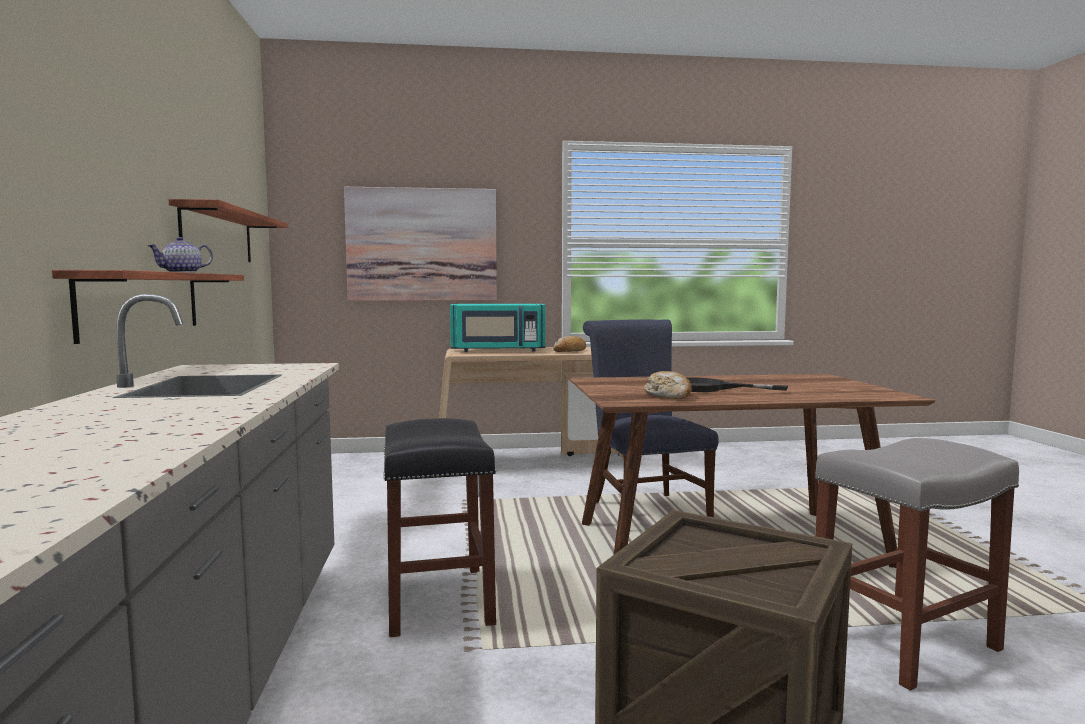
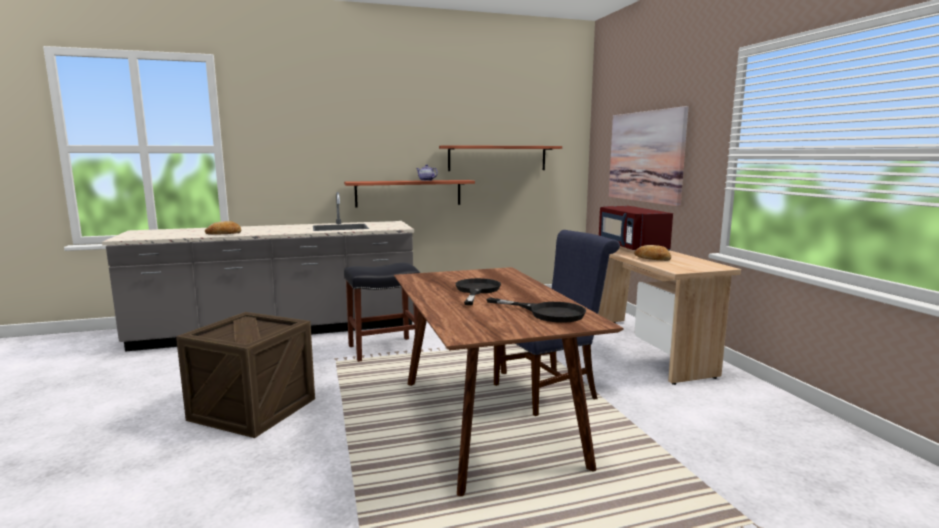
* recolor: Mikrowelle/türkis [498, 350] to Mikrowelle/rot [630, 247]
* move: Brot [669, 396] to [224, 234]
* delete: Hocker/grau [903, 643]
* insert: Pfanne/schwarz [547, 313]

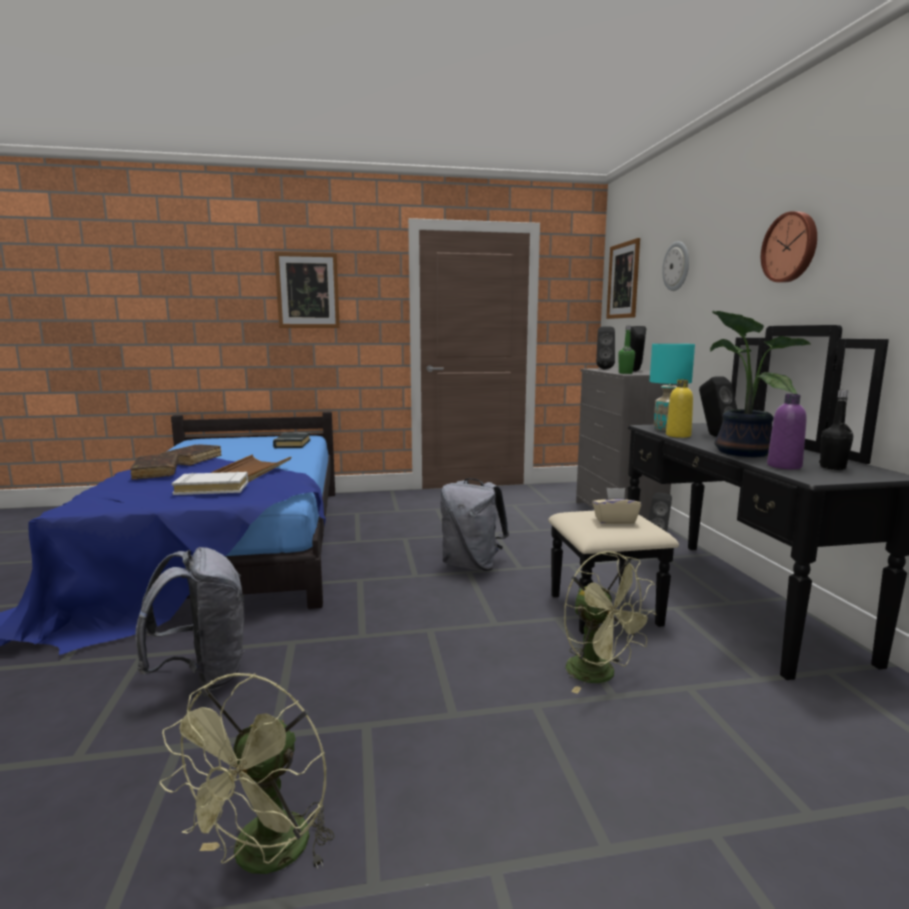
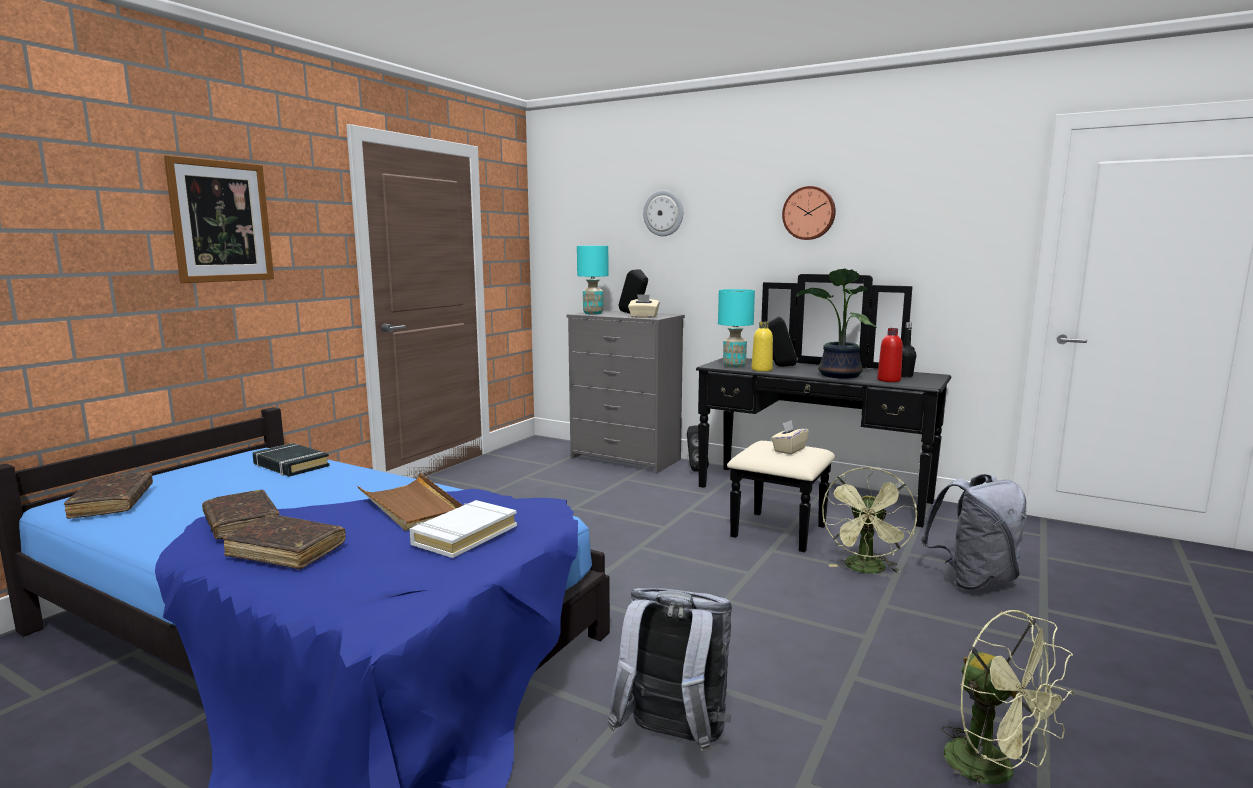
* move: Rucksack/grau [472, 565] to [973, 581]
* rotate: Ventilator/grün [600, 675] = [866, 570] 105 degrees clockwise
* replace: Lautsprecher/schwarz [604, 369] to Tischlampe/türkis [593, 313]
* delete: Bild [623, 280]
* replace: Flasche/grün [625, 373] to Taschentuchbox/beige [643, 317]
* recolor: Flasche/lila [784, 466] to Flasche/rot [889, 380]
* insert: Buch/braun [112, 503]

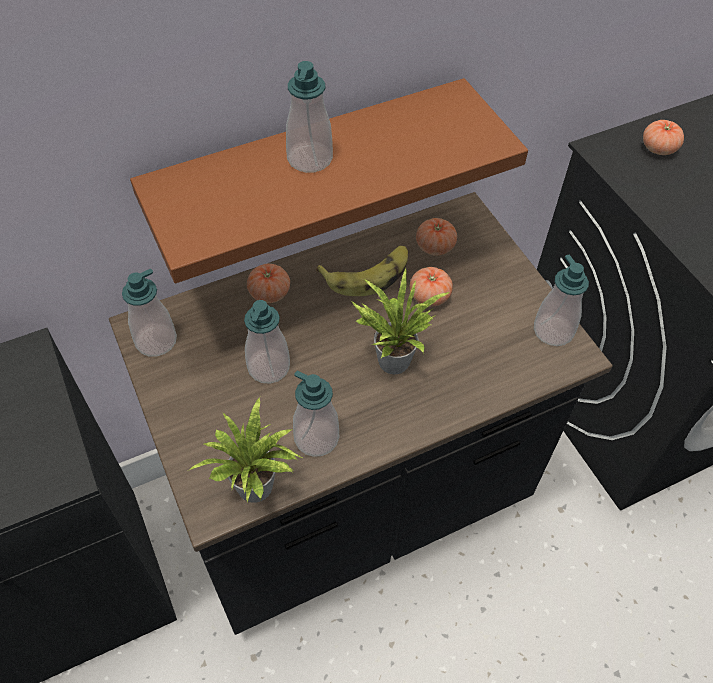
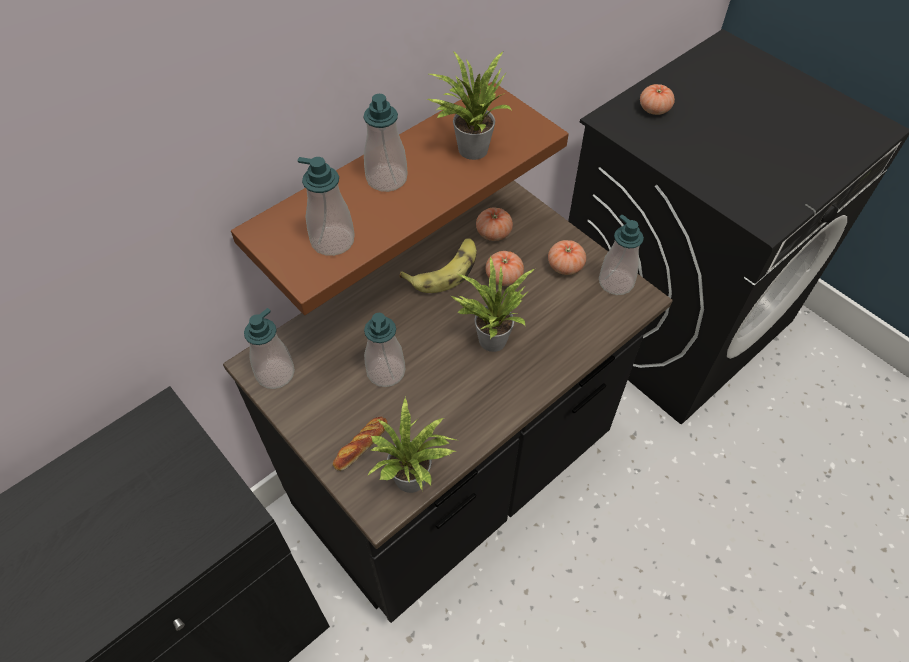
* move: Tomate [269, 293] to [565, 266]
* move: Seifenspender [316, 437] to [332, 241]
* insert: Brot [361, 445]
* insert: Topfpflanze [469, 148]

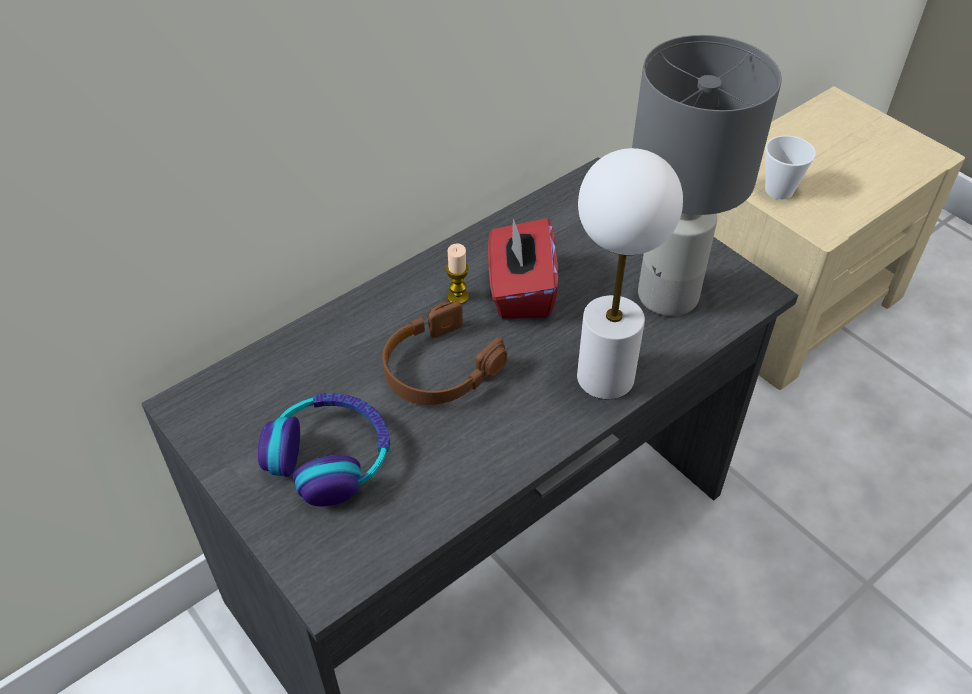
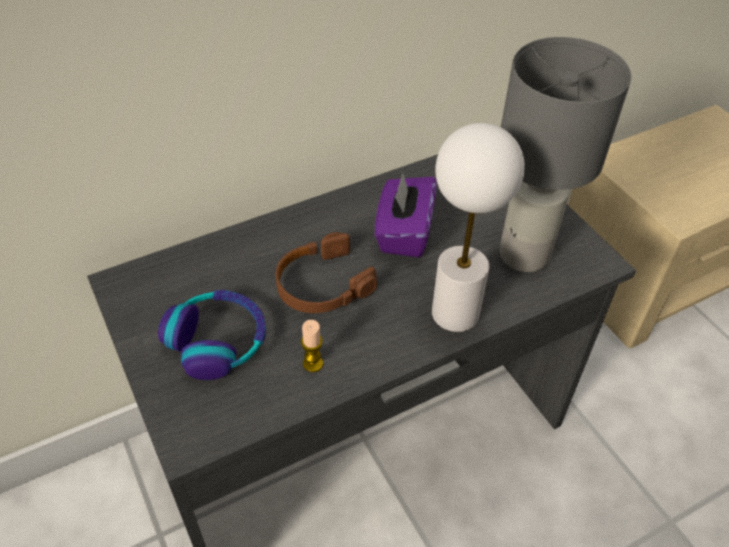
* move: Kerze [458, 297] to [313, 363]
* recolor: Taschentuchbox/rot [520, 291] to Taschentuchbox/lila [403, 233]
* delete: Tasse [779, 190]

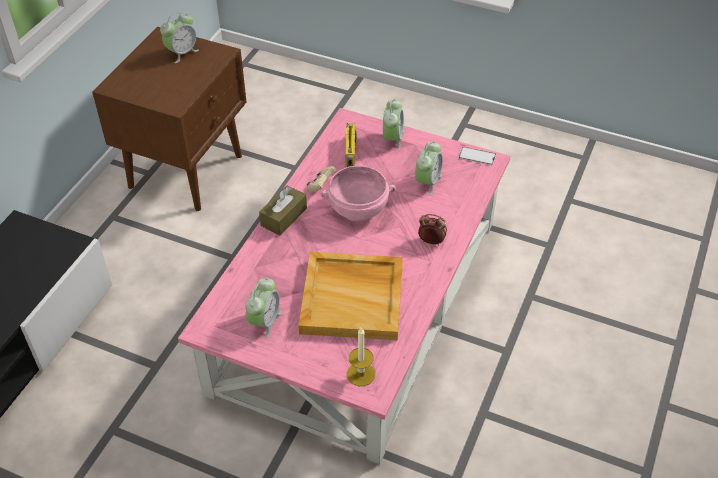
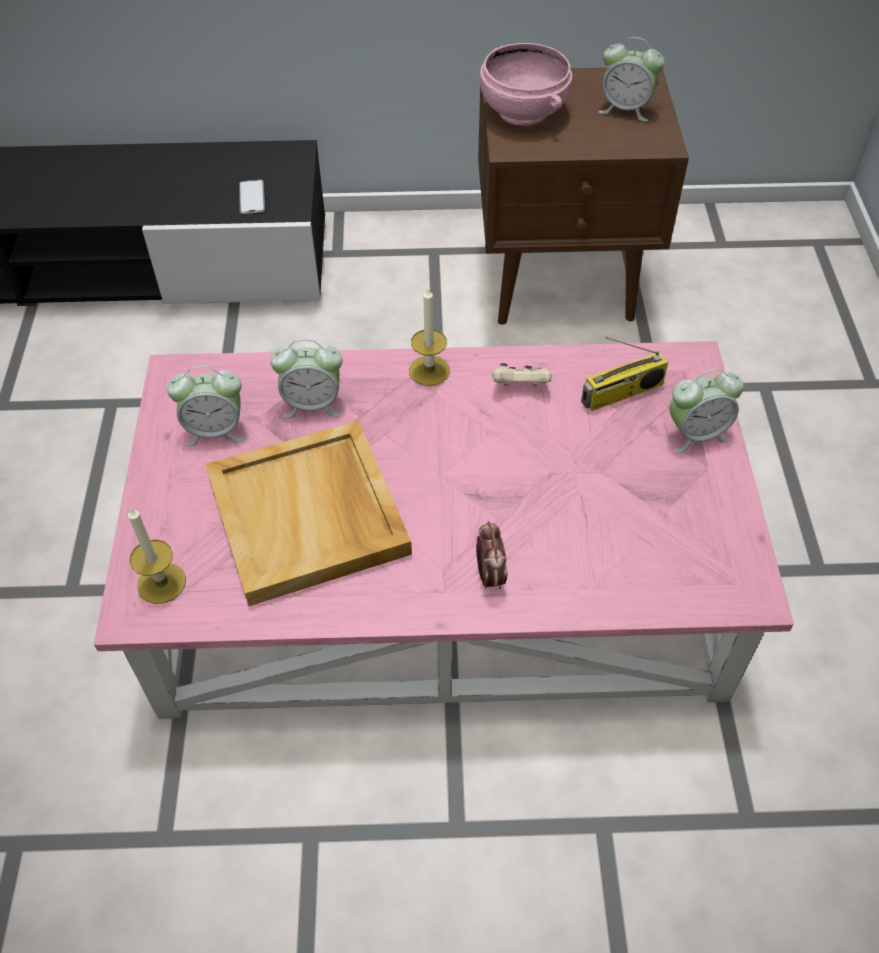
* replace: Taschentuchbox/braun [284, 217] to Kerze [429, 370]
* move: Schüssel/rosa [358, 210] to [522, 112]
* move: Wecker [427, 182] to [312, 404]
* move: Handy [477, 156] to [252, 197]

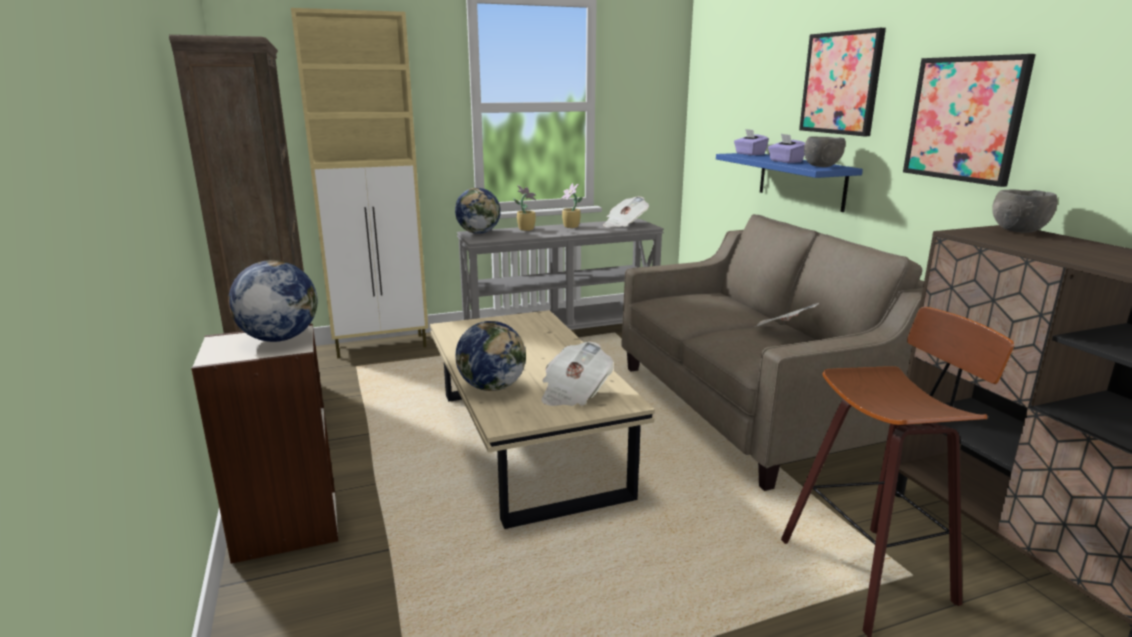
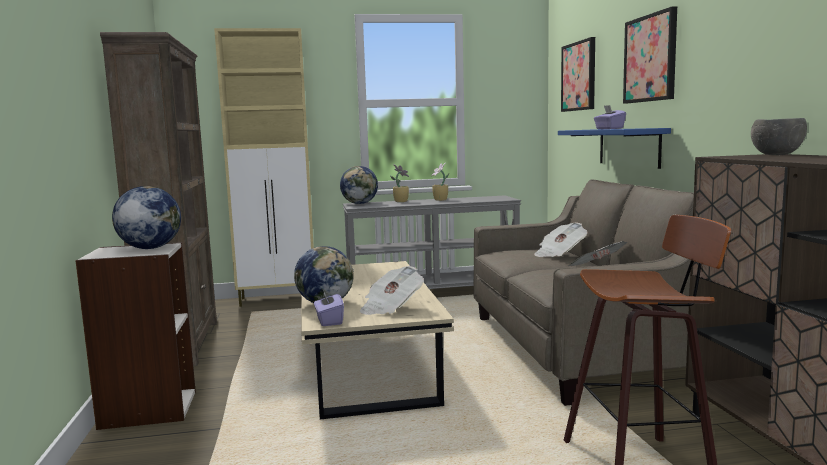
* move: Zeitung [624, 224] to [559, 254]
* move: Taschentuchbox/lila [749, 154] to [329, 321]
* delete: Schüssel/grau [821, 166]
* move: Bild [965, 119] to [579, 76]

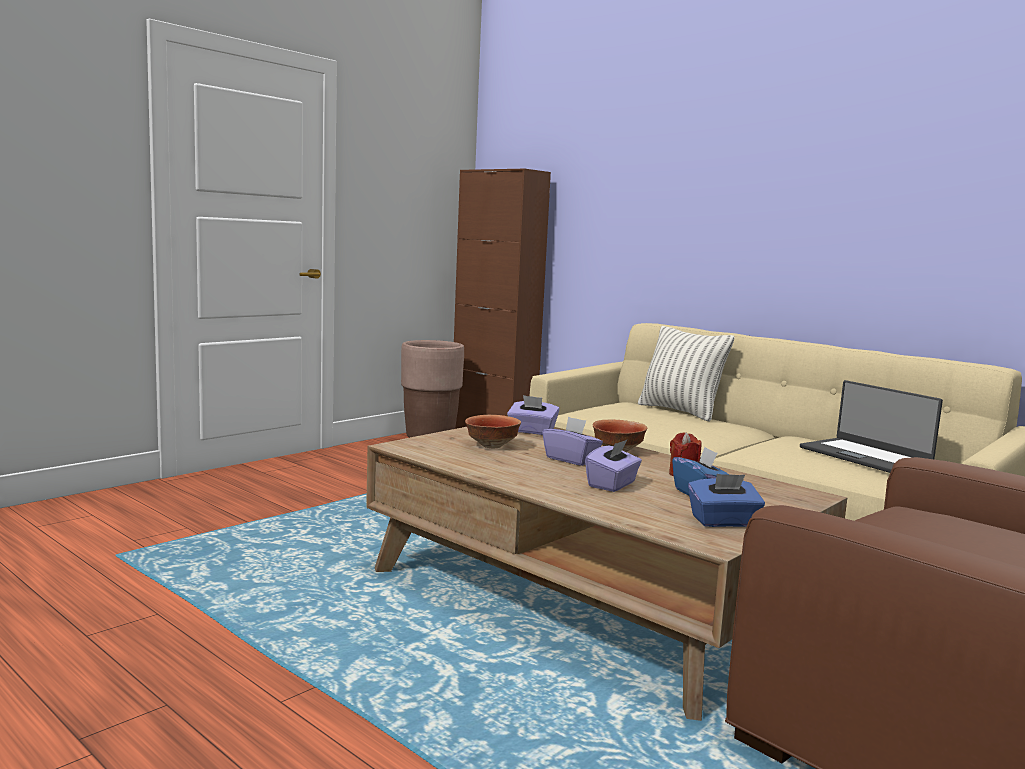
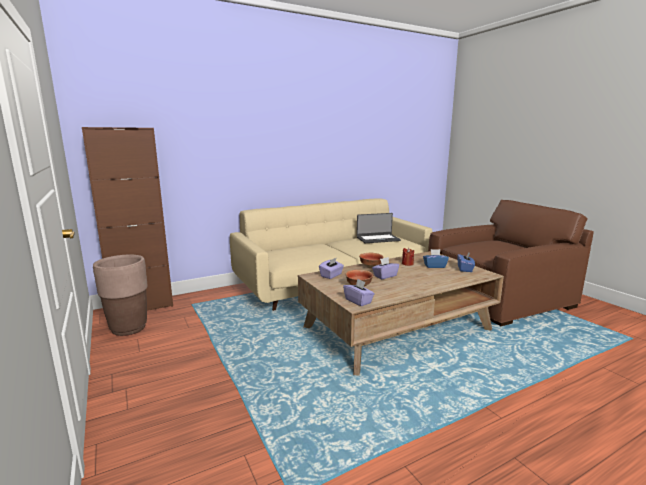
* move: Taschentuchbox/lila [612, 484] to [358, 301]
* delete: Kissen [680, 411]

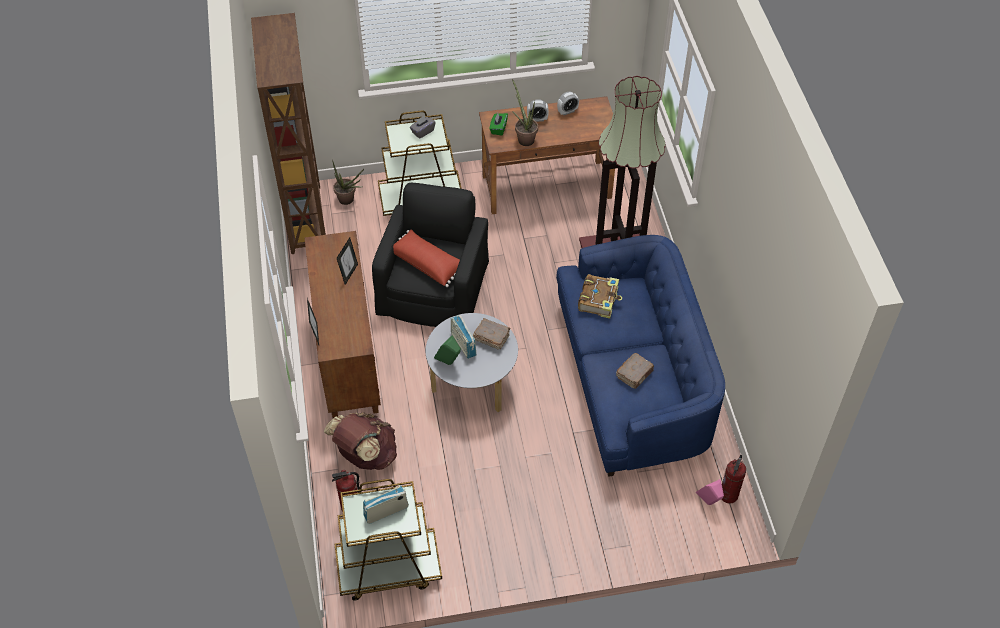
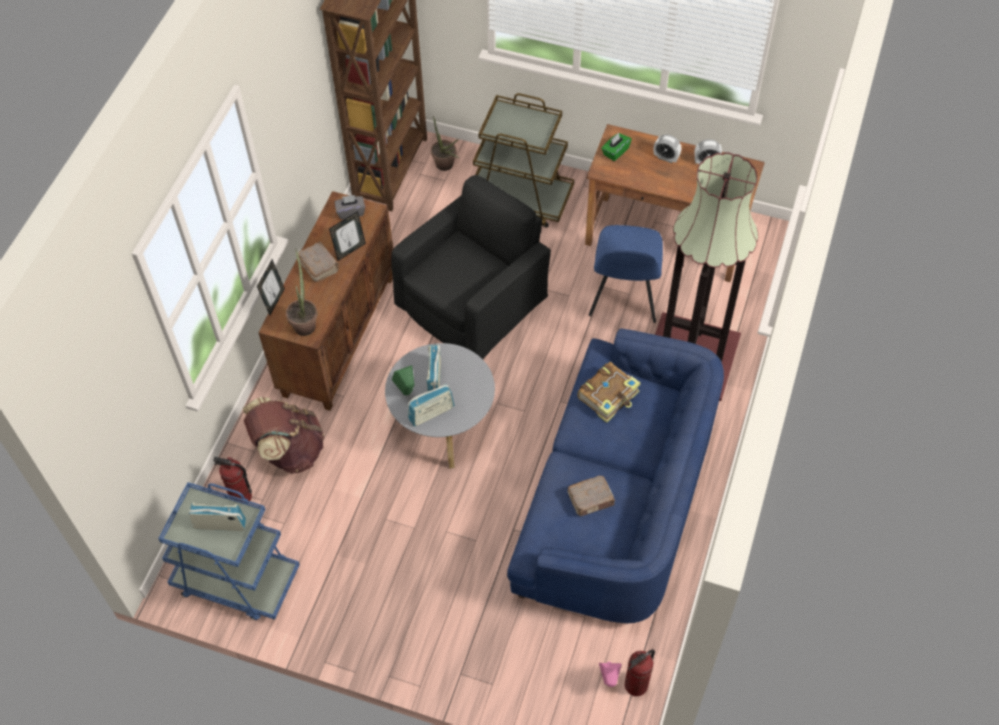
* recolor: Rollwagen/braun [388, 568] to Rollwagen/blau [236, 580]
* delete: Kissen/rot [428, 263]
* move: Taschentuchbox/grau [422, 132] to [351, 212]
* move: Buch/braun [491, 337] to [319, 266]
* move: Topfpflanze [524, 138] to [305, 322]
* insert: Radio [431, 413]
* insert: Stuhl/blau [624, 297]

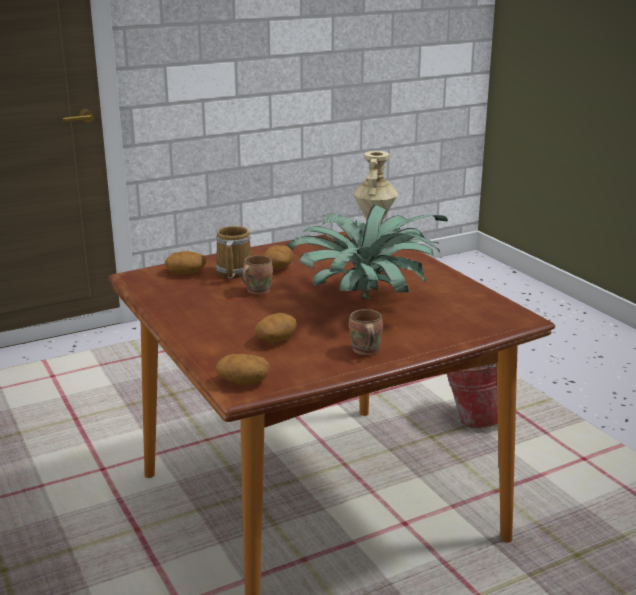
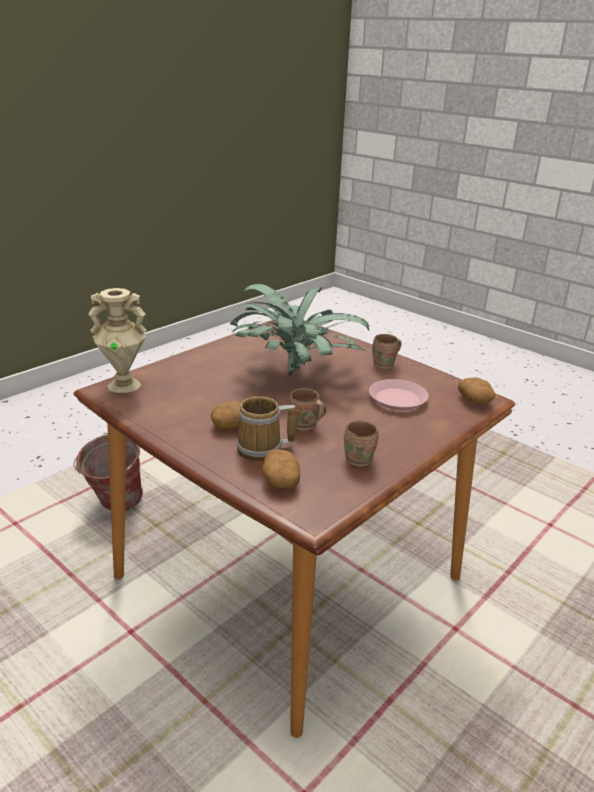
* replace: Kartoffel [276, 339] to Teller/rosa [398, 399]
* insert: Henkelbecher/braun [361, 459]

